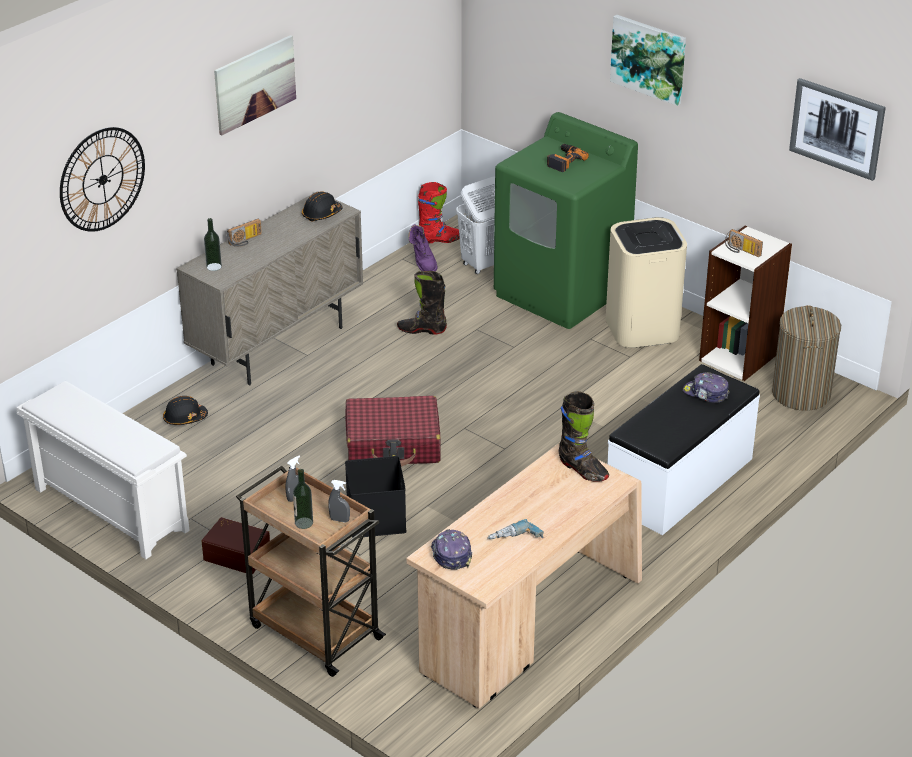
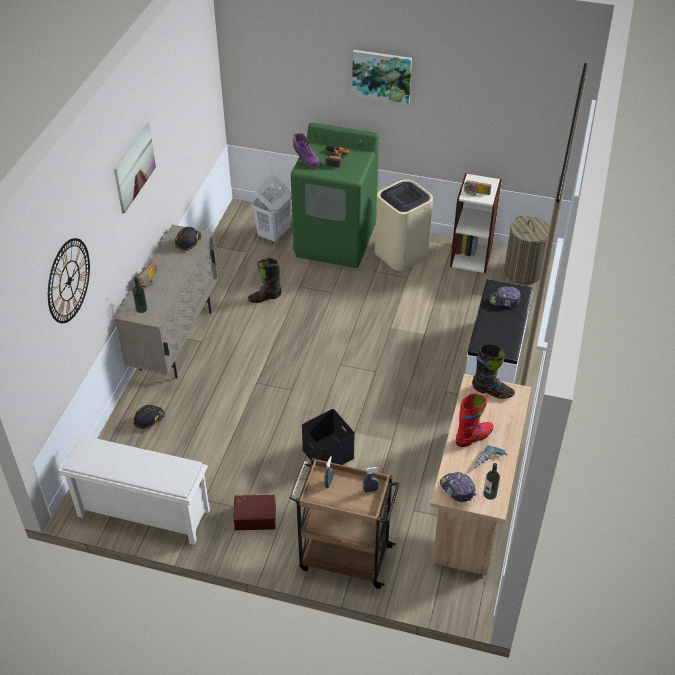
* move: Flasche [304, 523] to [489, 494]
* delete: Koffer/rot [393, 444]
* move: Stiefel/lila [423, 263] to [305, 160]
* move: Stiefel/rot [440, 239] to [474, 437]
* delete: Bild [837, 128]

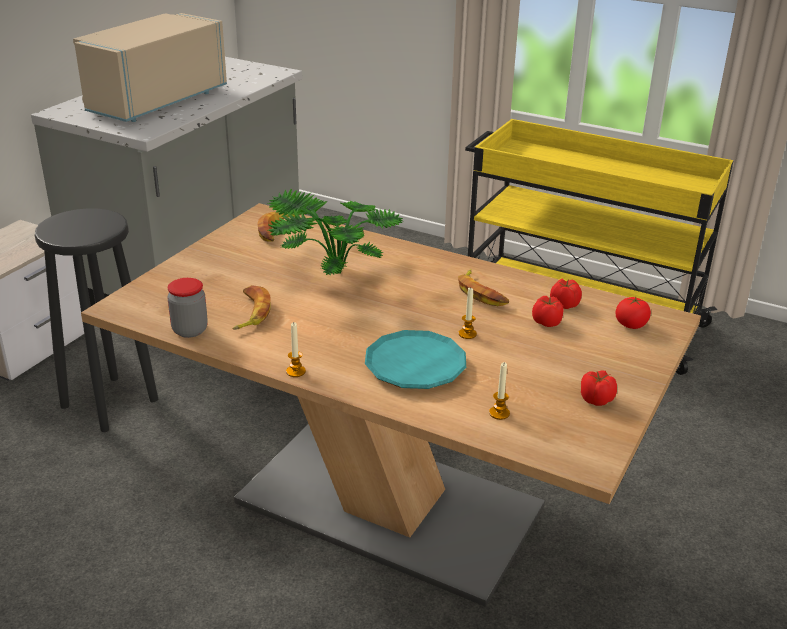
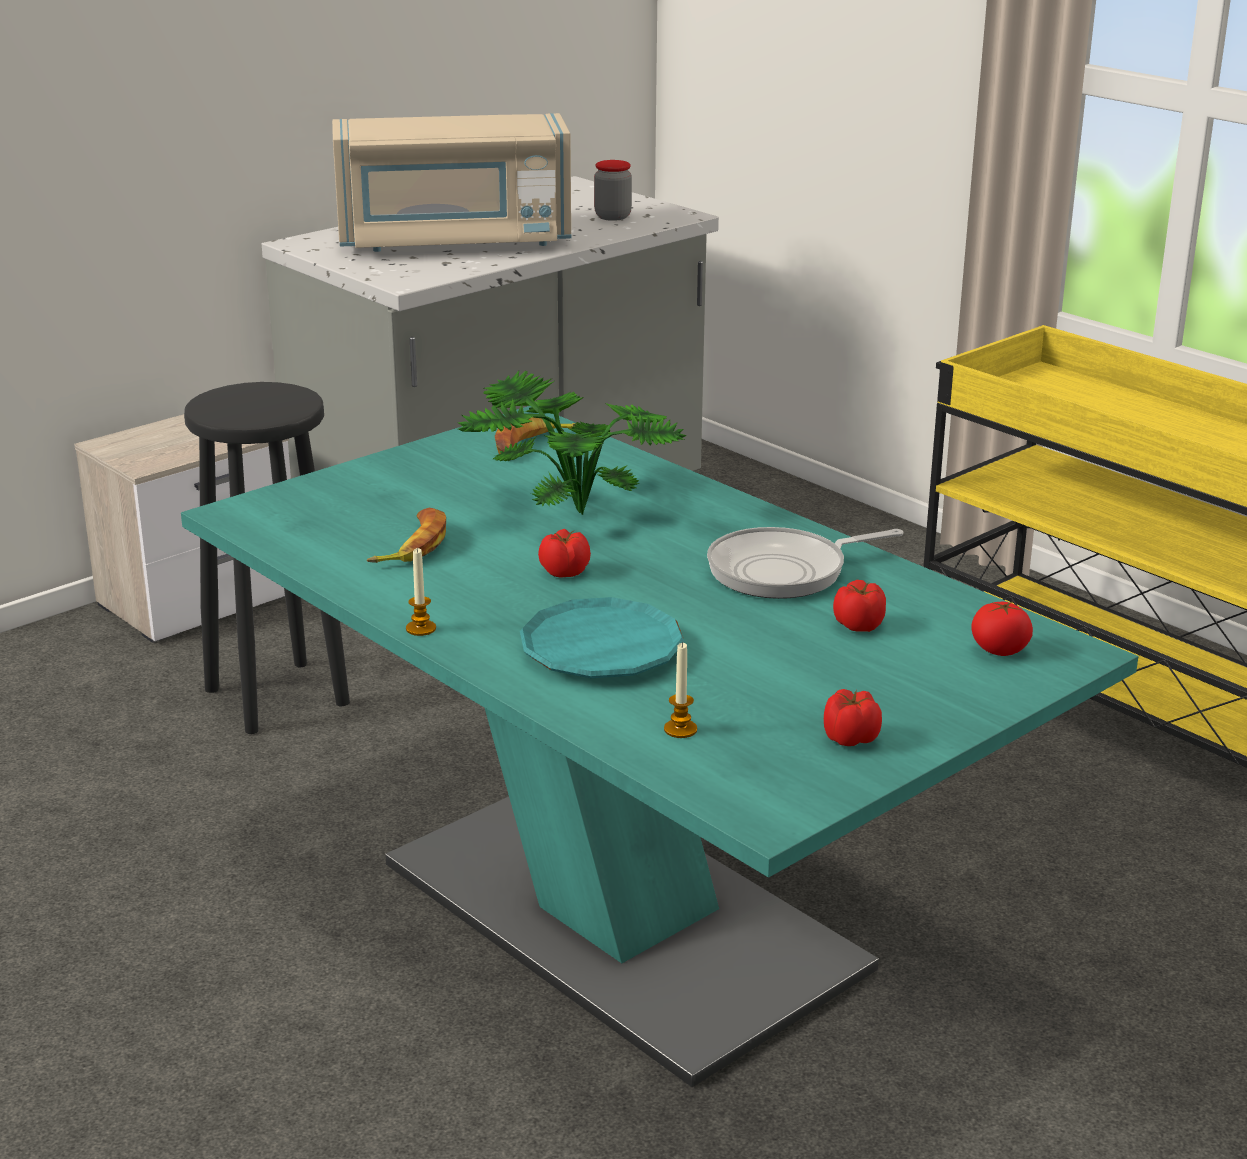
* rotate: Mikrowelle/beige [156, 101] = [454, 241] 150 degrees counterclockwise
* recolor: Esstisch/braun [389, 504] to Esstisch/türkis [621, 915]
* move: Vorratsglas [190, 330] to [612, 217]
* replace: Banane [481, 293] to Pfanne [784, 571]
* delete: Kerze [467, 334]
* move: Tomate [563, 304] to [564, 572]

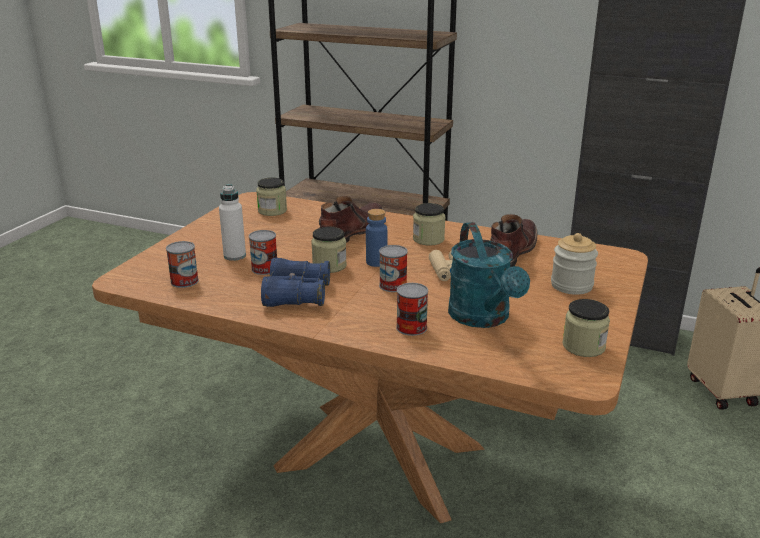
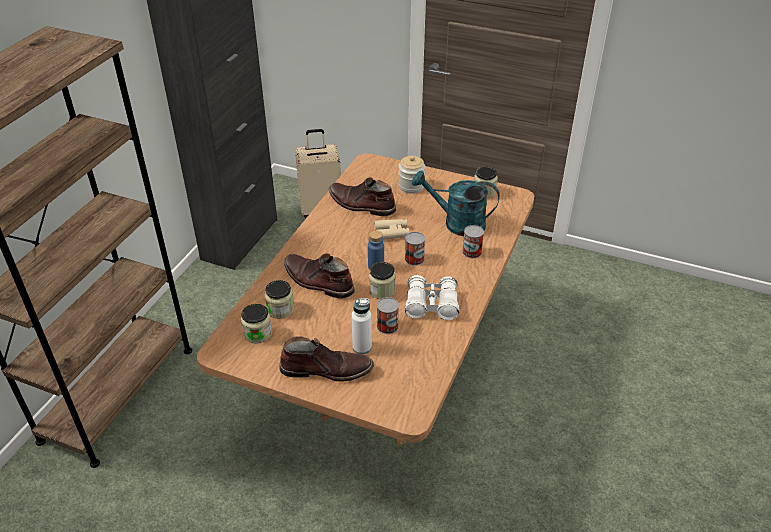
* delete: Dose [184, 281]
* recolor: Fernglas/blau [297, 295] to Fernglas/weiß [431, 305]
* move: Vorratsglas [428, 239] to [280, 309]
* rotate: Gießkanne/türkis [483, 318] = [457, 223] 150 degrees counterclockwise
* insert: Stiefel/braun [327, 369]

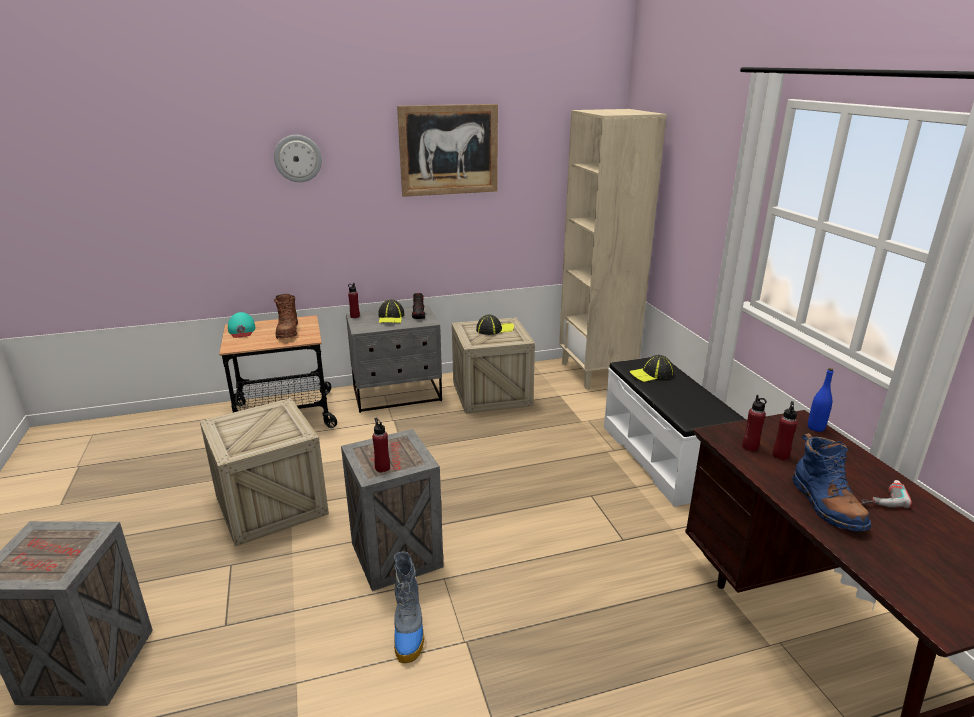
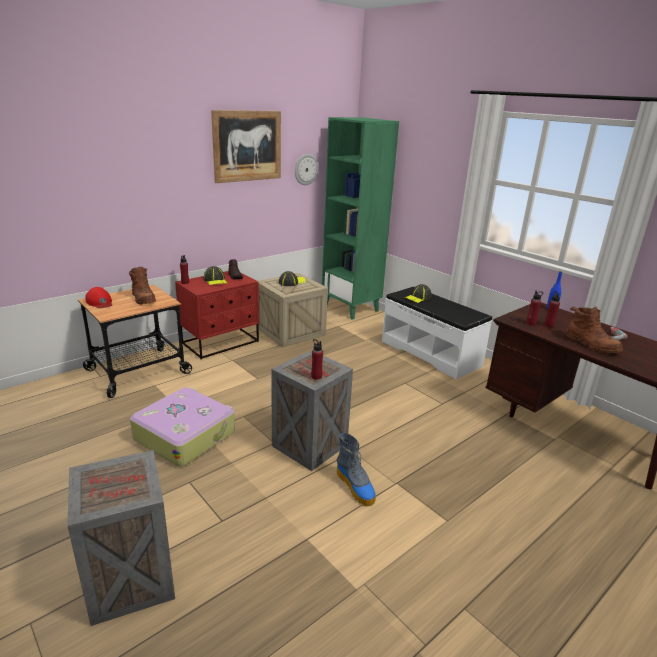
* replace: Kiste [271, 504] to Koffer [185, 435]
* recolor: Kappe/türkis [241, 330] to Kappe/rot [100, 302]
* move: Wanduhr [298, 158] to [306, 169]
* recolor: Nachttisch/grau [397, 395] to Nachttisch/rot [221, 342]
* recolor: Bücherregal/beige [597, 372] to Bücherregal/grün [351, 308]
* recolor: Stiefel/blau [826, 505] to Stiefel/braun [591, 344]

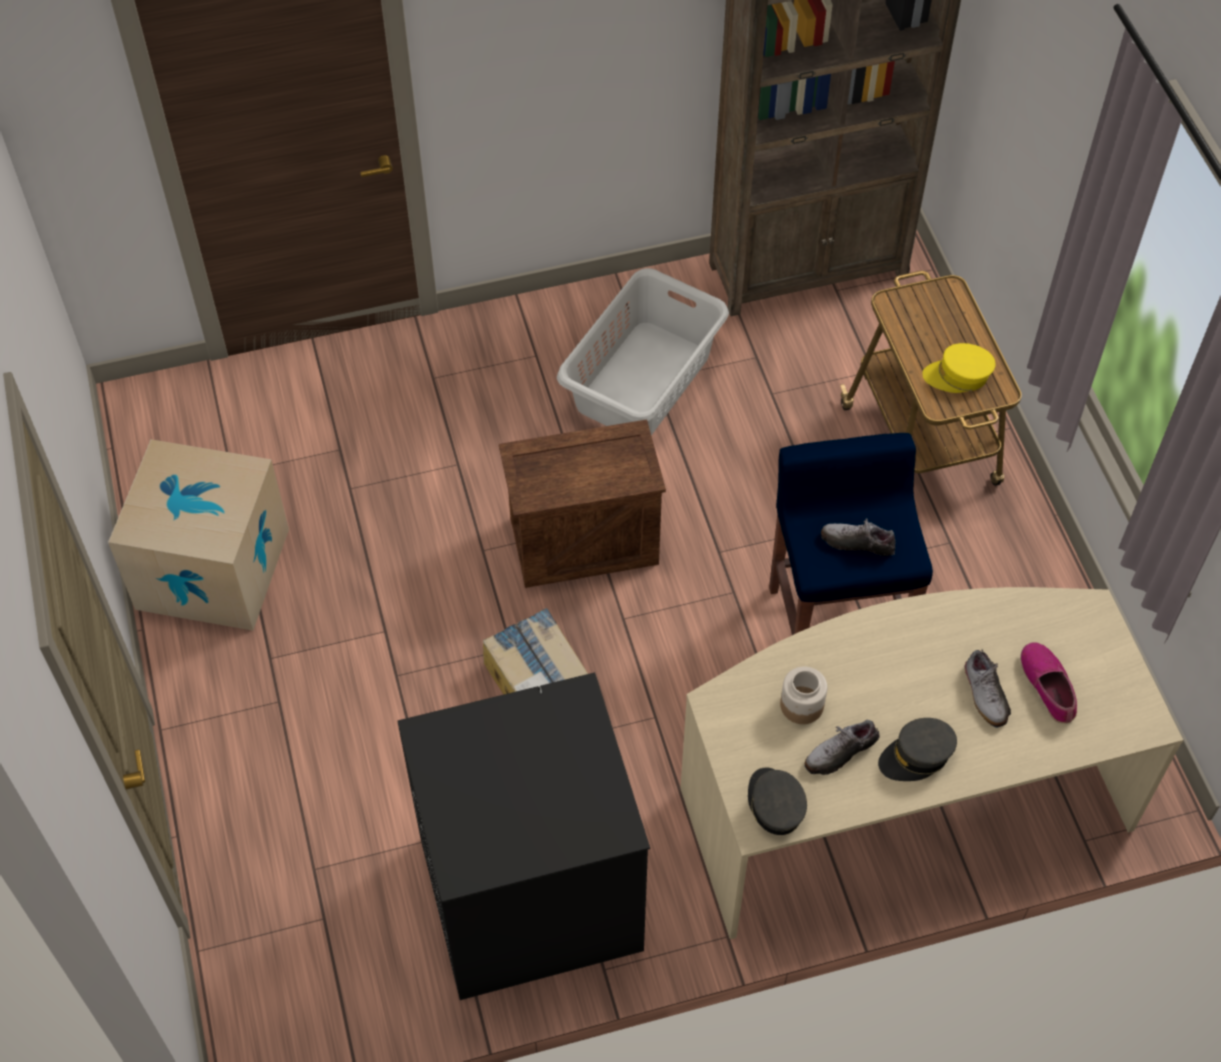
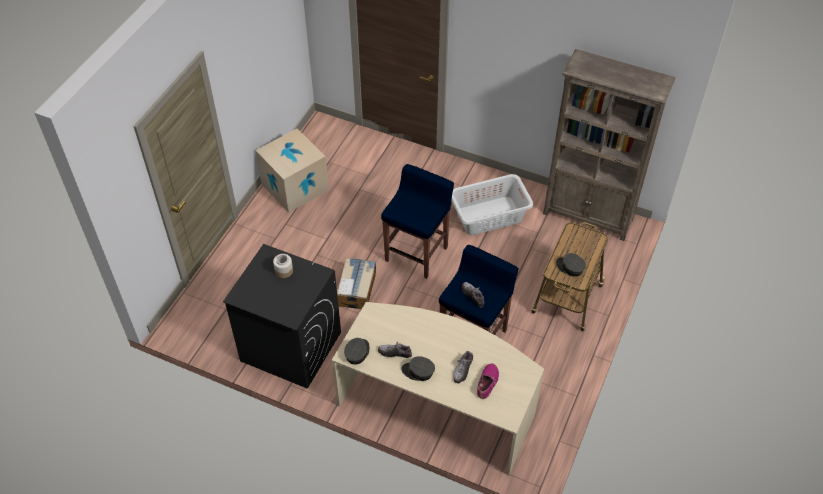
* replace: Kiste [585, 540] to Hocker/blau [417, 253]
* move: Vorratsglas [801, 705] to [283, 271]
* recolor: Kappe/gelb [958, 376] to Kappe/grau [570, 267]

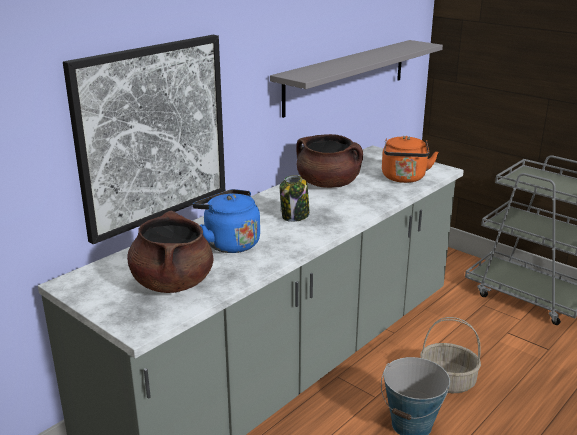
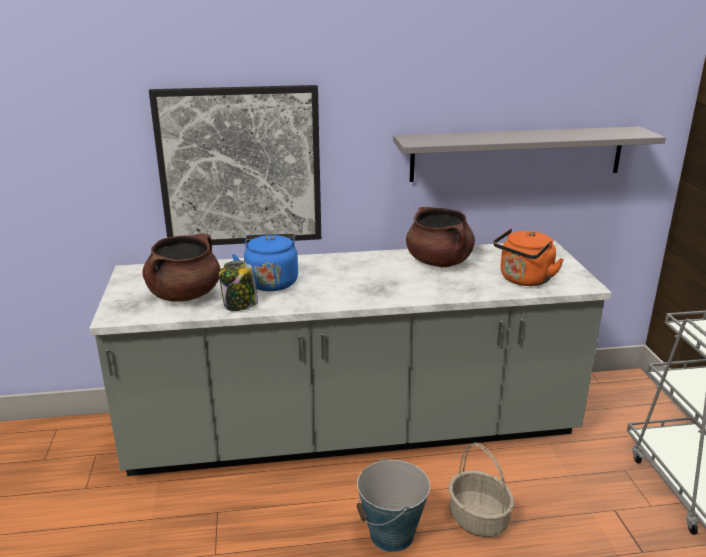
* move: Vorratsglas [295, 216] to [240, 305]

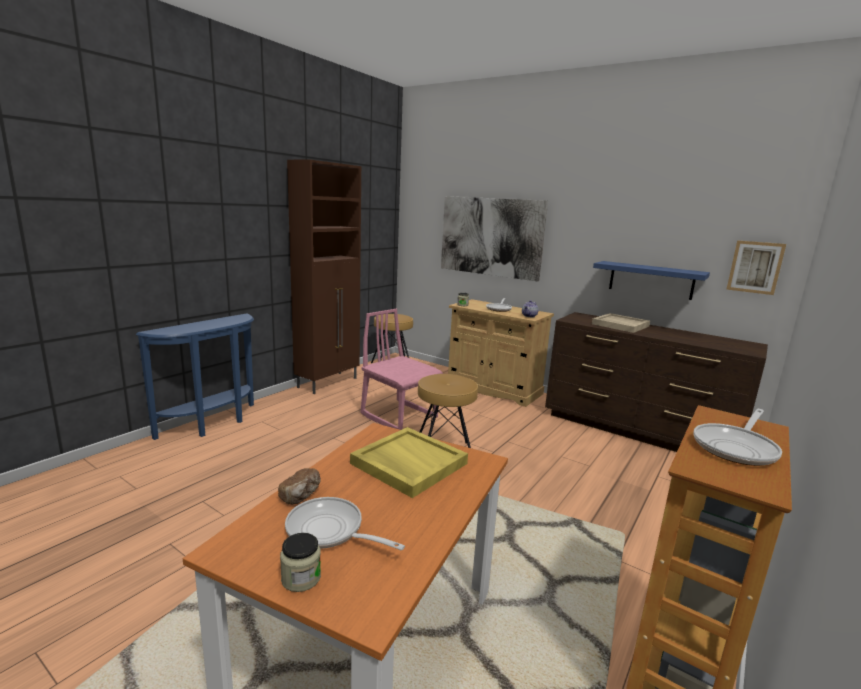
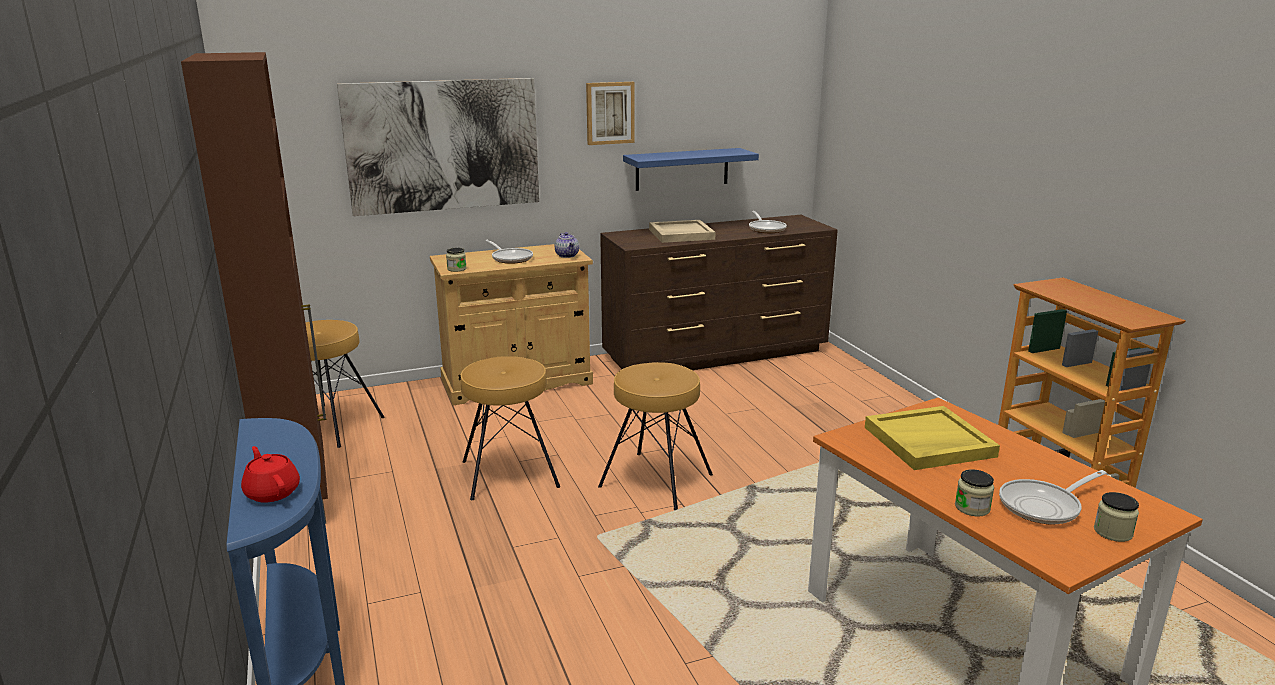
* replace: Brot [301, 495] to Vorratsglas [972, 508]
* replace: Stuhl/rosa [399, 416] to Hocker/braun [509, 473]
* move: Pfanne [736, 448] to [766, 229]
* move: Bild [755, 267] to [610, 113]
* insert: Teekanne/rot [272, 492]

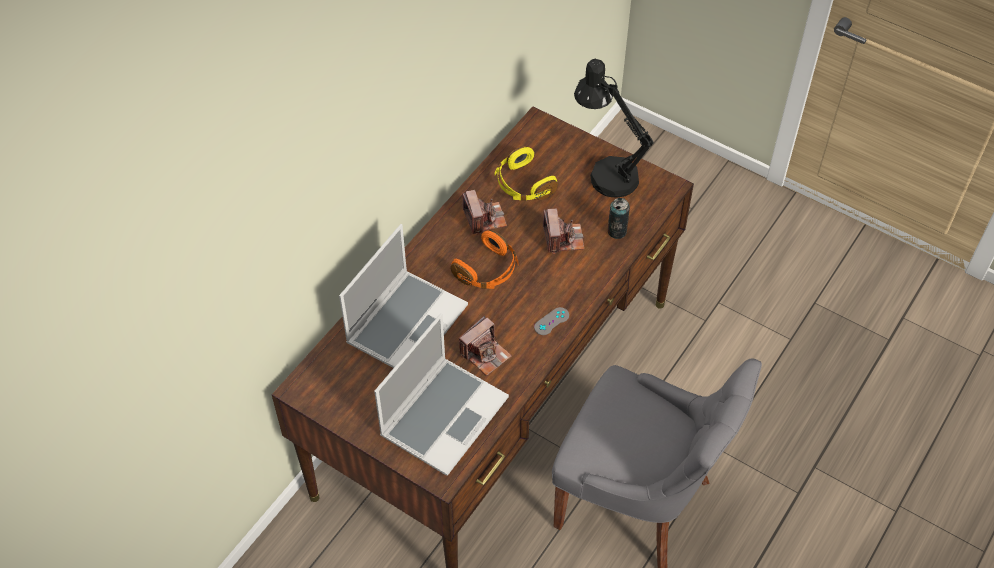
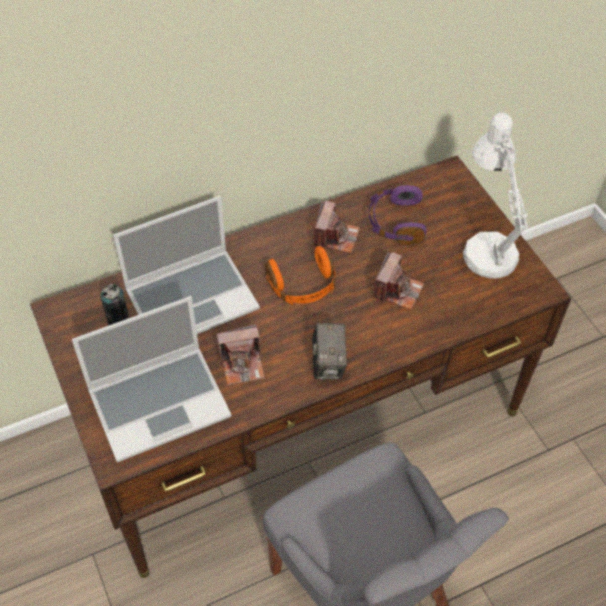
* recolor: Kopfhörer/gelb [523, 184] to Kopfhörer/lila [395, 222]
* replace: Gamepad/grau [551, 321] to Kamera [328, 364]
* recolor: Tischlampe/schwarz [606, 173] to Tischlampe/weiß [486, 247]
* move: Dose [617, 231] to [118, 321]

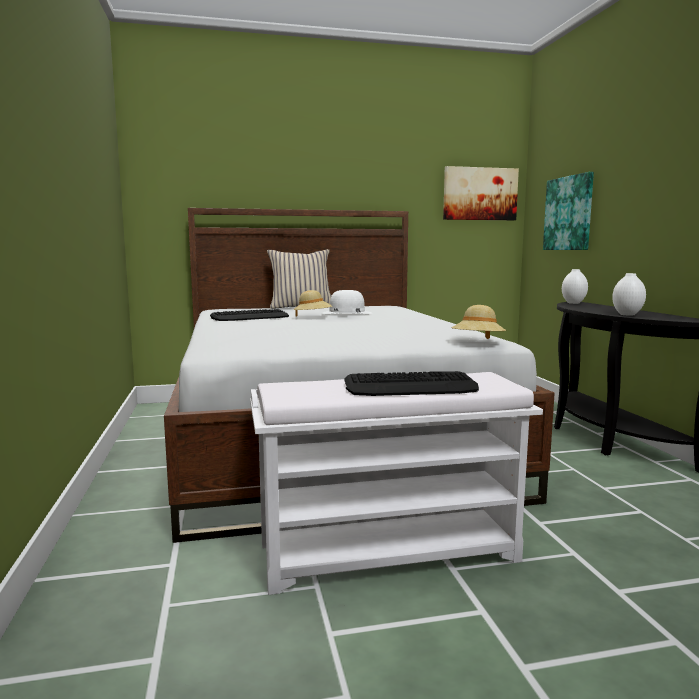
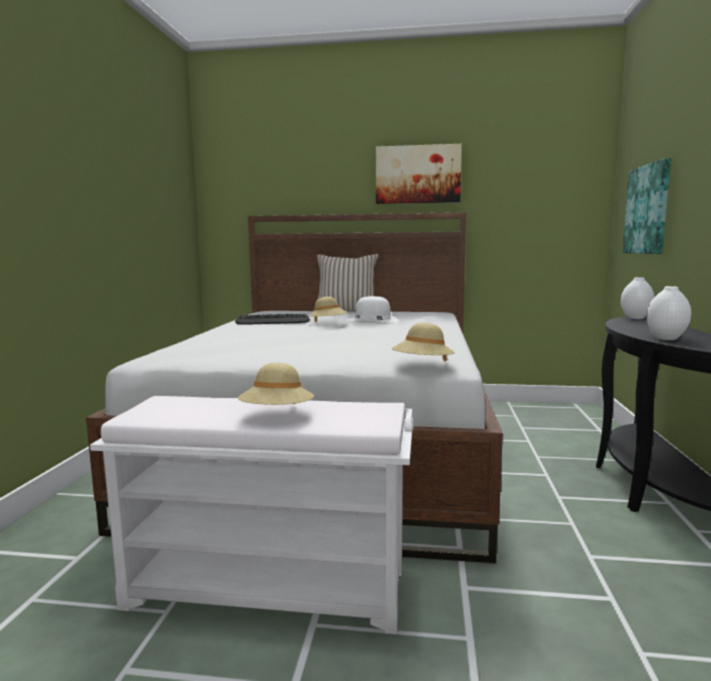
* replace: Tastatur [411, 386] to Hut/beige [277, 415]
* move: Bild [480, 194] to [417, 174]

